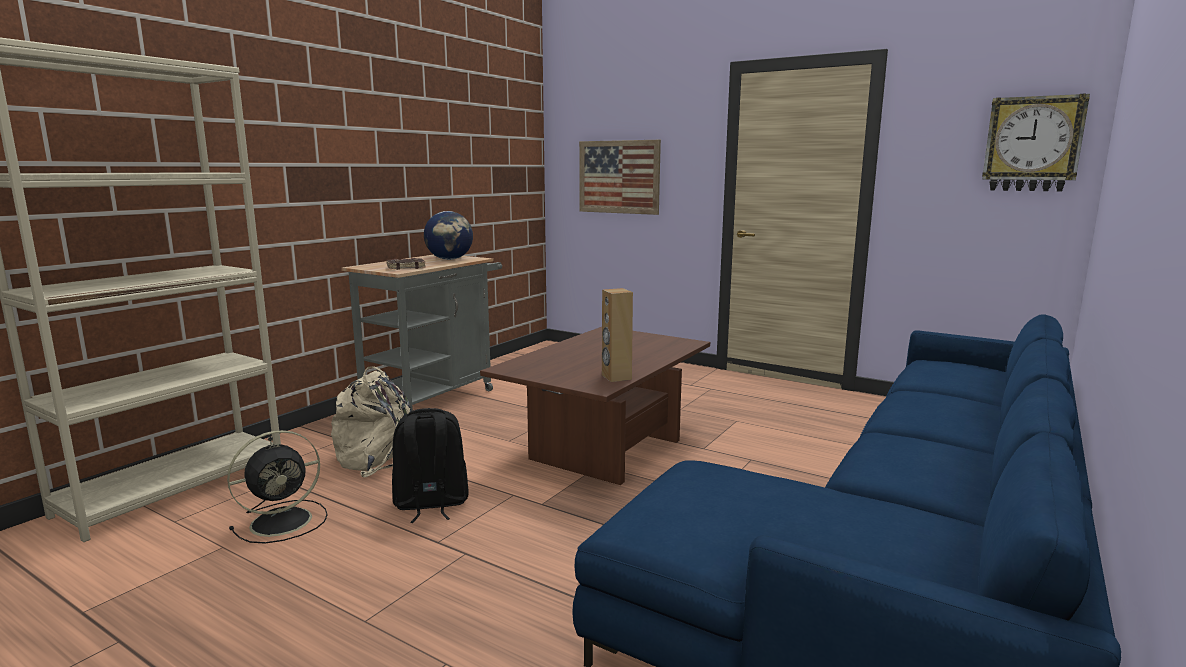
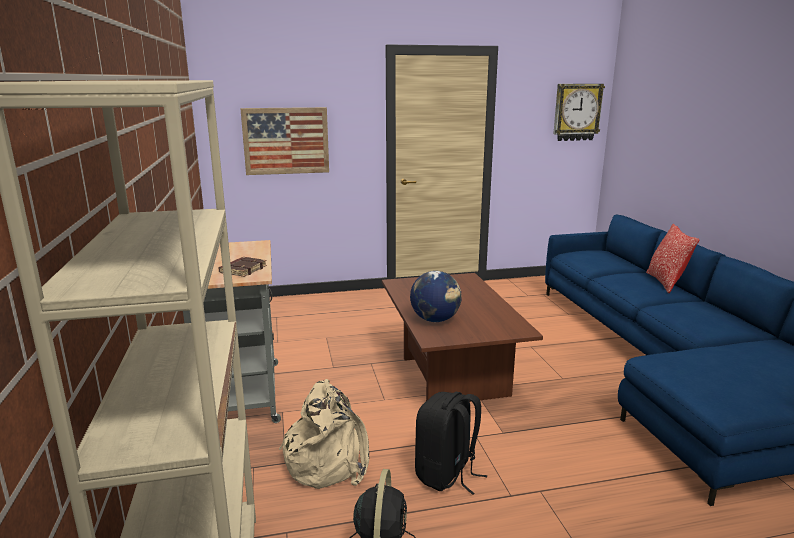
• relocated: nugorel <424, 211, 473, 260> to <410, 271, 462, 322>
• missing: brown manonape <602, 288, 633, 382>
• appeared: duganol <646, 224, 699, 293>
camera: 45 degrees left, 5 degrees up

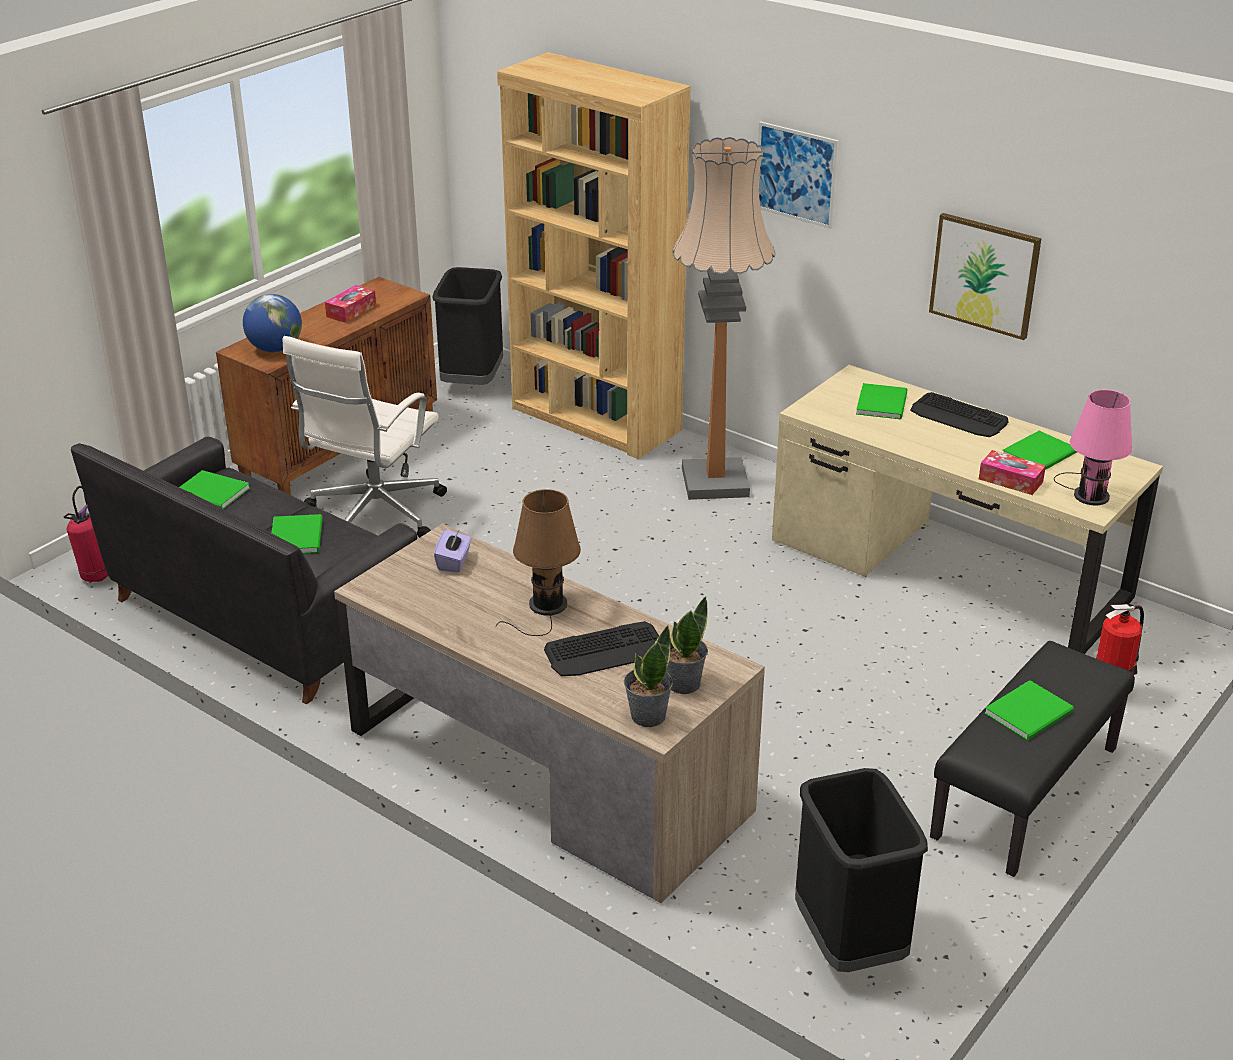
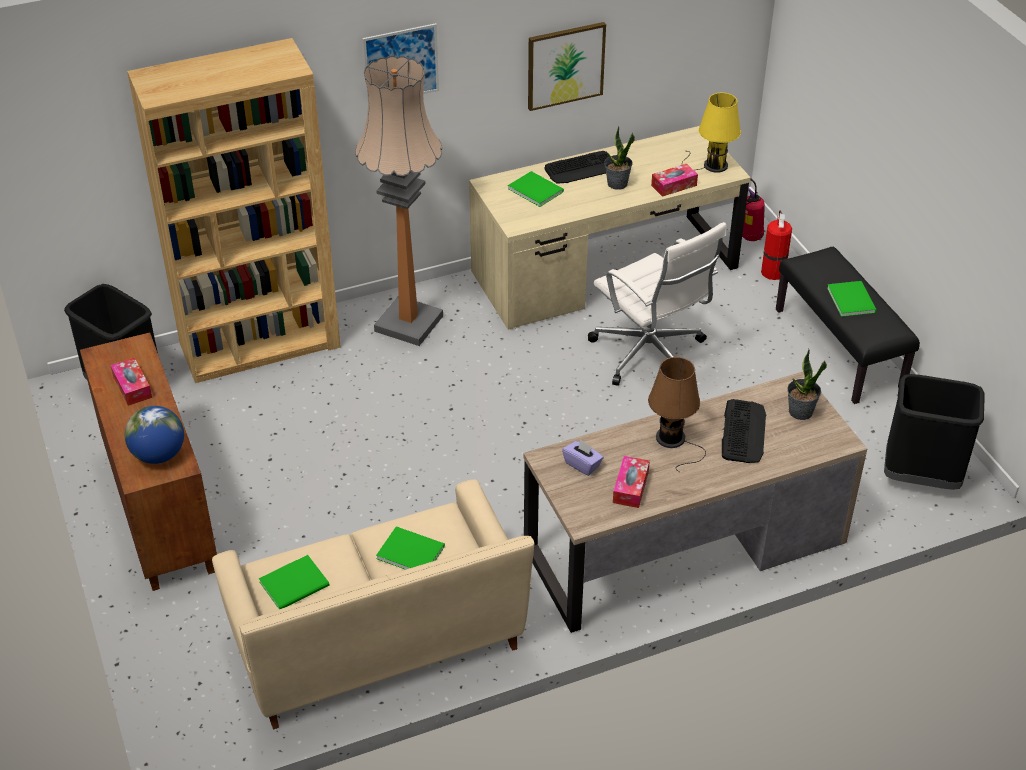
• relocated: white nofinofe <282, 336, 447, 538> to <588, 222, 726, 386>
• colour: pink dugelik <1054, 390, 1133, 505> to yellow dugelik <682, 93, 741, 173>
• missing: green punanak <1003, 431, 1077, 470>
• colour: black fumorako <71, 437, 417, 704> to beige fumorako <212, 479, 534, 729>
• relocated: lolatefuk <64, 486, 108, 582> to <742, 179, 765, 241>
• relocated: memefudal <624, 626, 673, 727> to <604, 126, 635, 190>
• appeared: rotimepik <613, 456, 650, 508>
camera: 60 degrees left, 10 degrees up

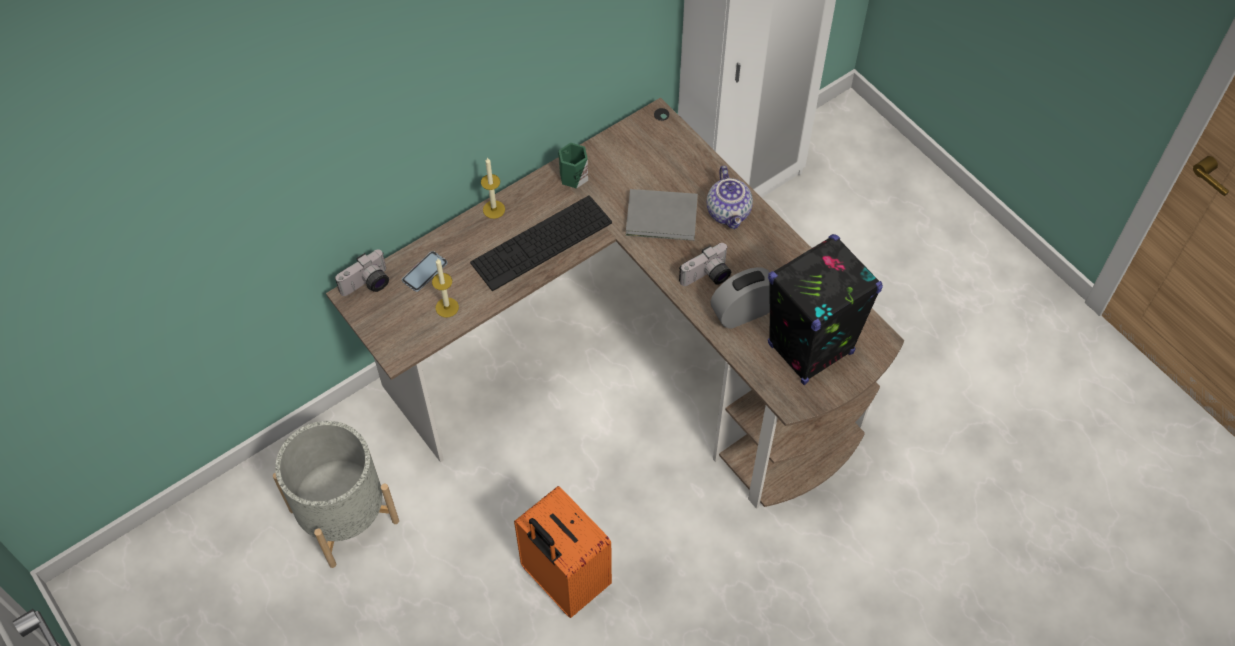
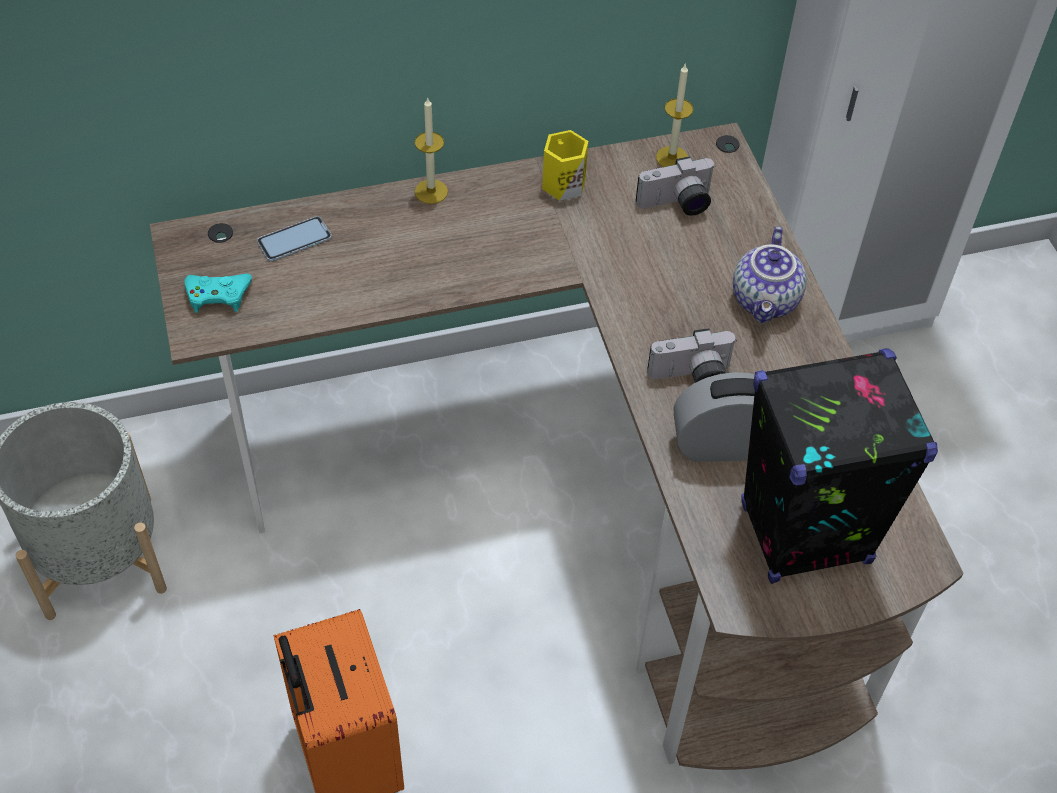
• colour: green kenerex <558, 143, 588, 188> to yellow kenerex <542, 130, 588, 201>
• missing: grey punanak <626, 189, 698, 241>
• missing: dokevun <470, 195, 612, 291>
• relocated: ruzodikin <335, 249, 389, 296> to <636, 156, 716, 216>
• relocated: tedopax <432, 259, 459, 317> to <656, 63, 693, 167>
• appeared: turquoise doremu <185, 274, 252, 313>
camera: 20 degrees right, 5 degrees down

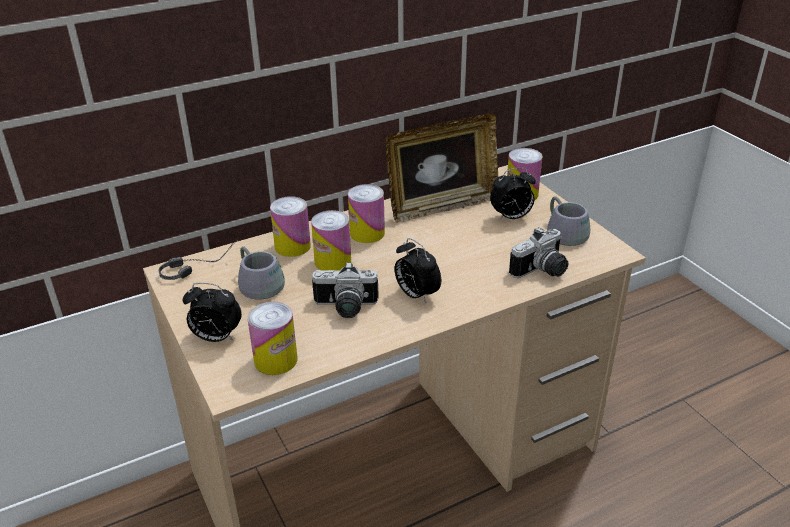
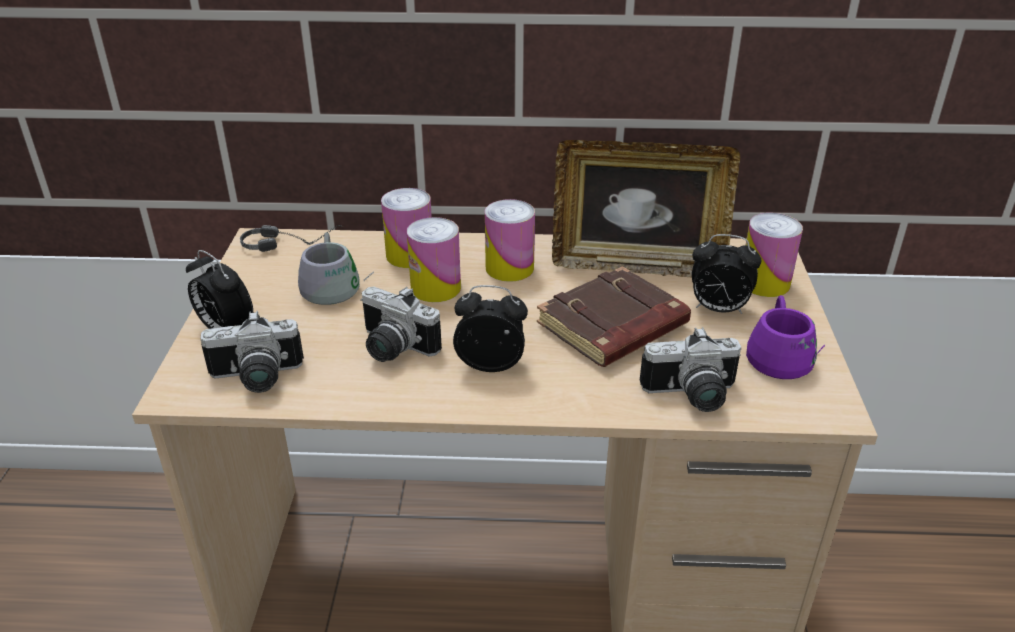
• colour: grey kenerex <547, 196, 590, 246> to purple kenerex <746, 295, 825, 379>
• spun: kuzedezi <395, 238, 441, 303> = <453, 285, 528, 372> 105 degrees clockwise
• exchanged: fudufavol <247, 302, 297, 375> to ruzodikin <200, 311, 304, 393>
• appeared: brown punanak <537, 266, 691, 367>
camera: 30 degrees right, 0 degrees up

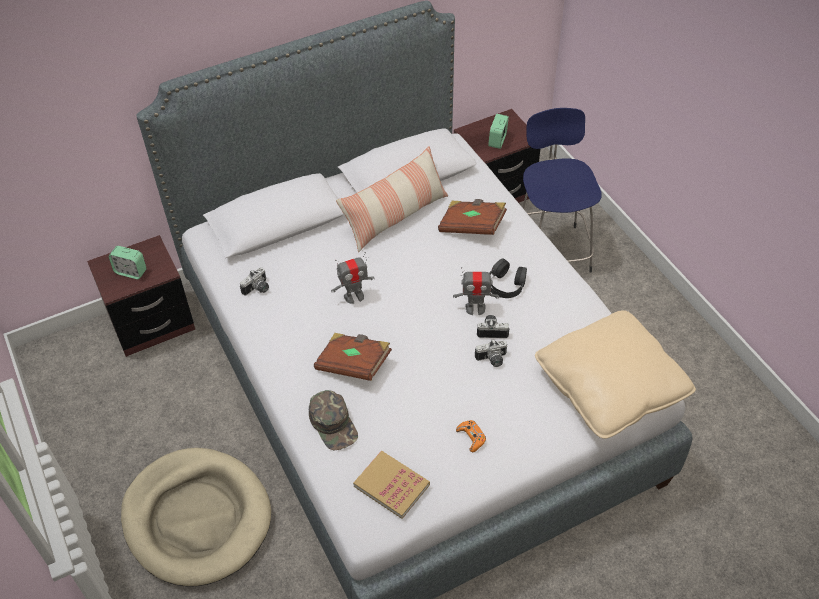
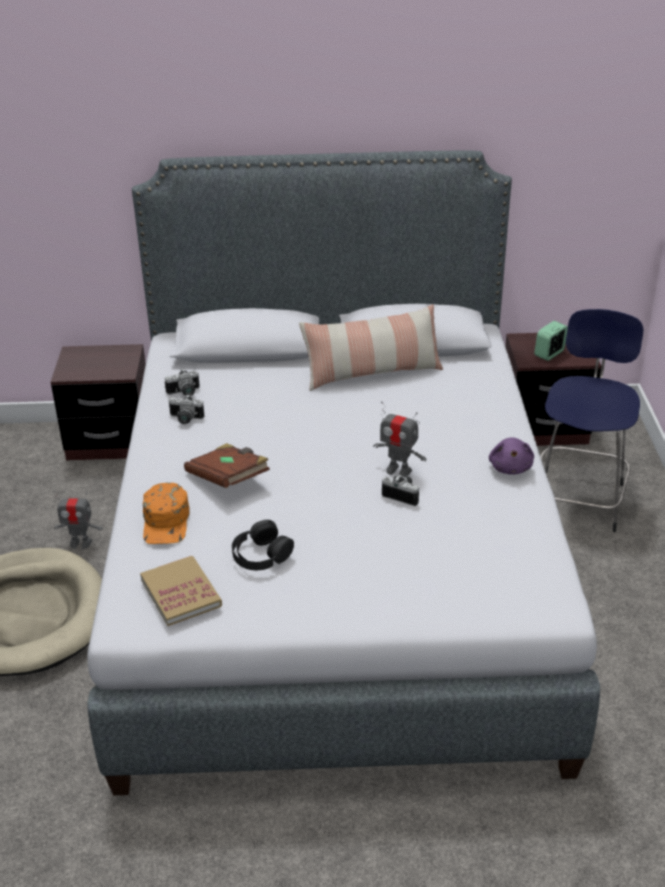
• missing: brown punanak <438, 199, 507, 235>
• missing: kuzedezi <109, 246, 147, 279>
• relocated: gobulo <331, 252, 375, 304> to <53, 491, 103, 549>
• relocated: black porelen <489, 258, 527, 298> to <232, 520, 294, 570>
• missing: beige duganol <535, 310, 696, 439>
• relocated: ruzodikin <475, 340, 507, 367> to <169, 394, 204, 424>
• colour: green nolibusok <309, 390, 358, 451> to orange nolibusok <143, 483, 190, 544>
• missing: orange doremu <456, 420, 486, 452>
• appeared: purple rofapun <489, 437, 534, 475>
camera: 25 degrees right, 15 degrees down

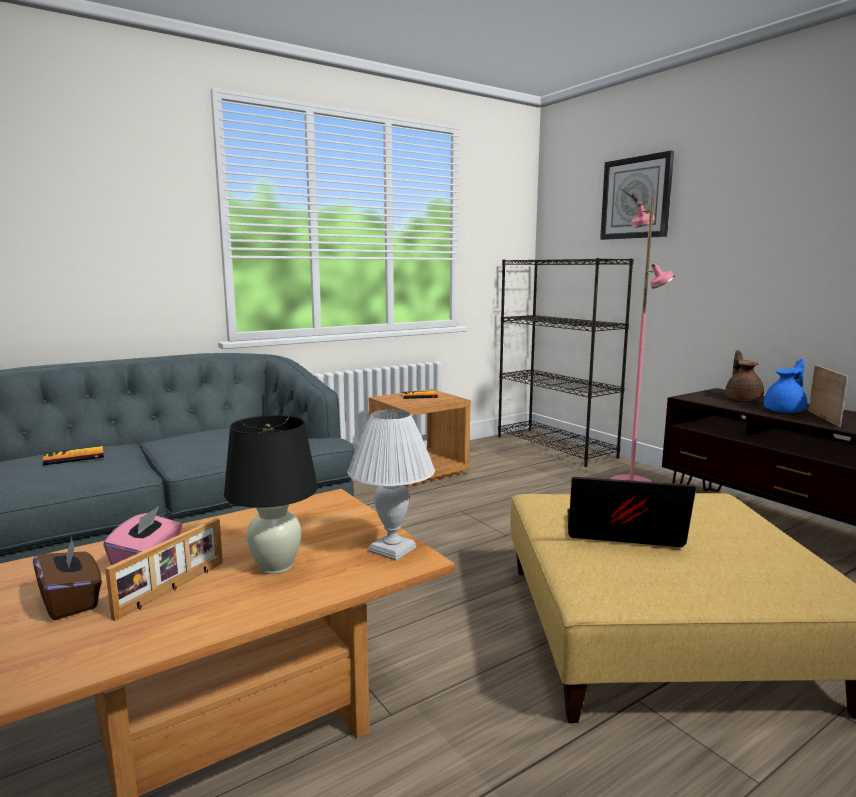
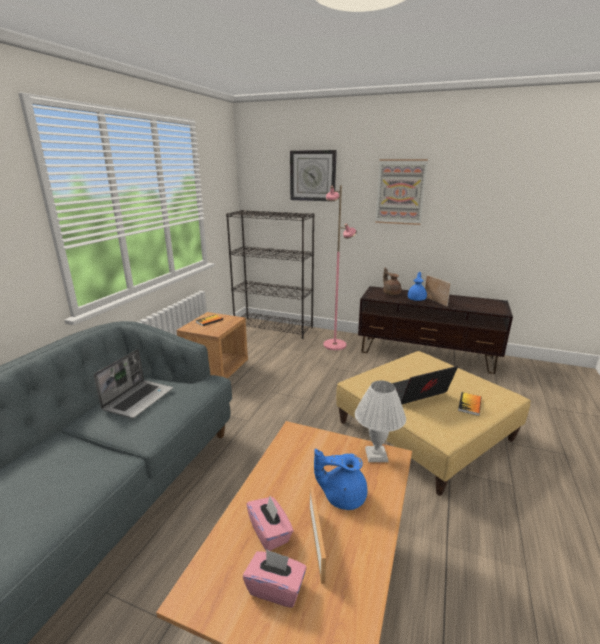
• exchanged: black dugelik <224, 415, 318, 574> to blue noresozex <314, 449, 367, 510>
• relocated: punanak <43, 445, 104, 465> to <458, 392, 481, 416>
• colour: brown rotimepik <33, 537, 102, 620> to pink rotimepik <243, 549, 306, 608>
• appeared: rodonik <375, 159, 428, 225>
• appeared: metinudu <94, 349, 173, 418>
camera: 35 degrees left, 10 degrees up

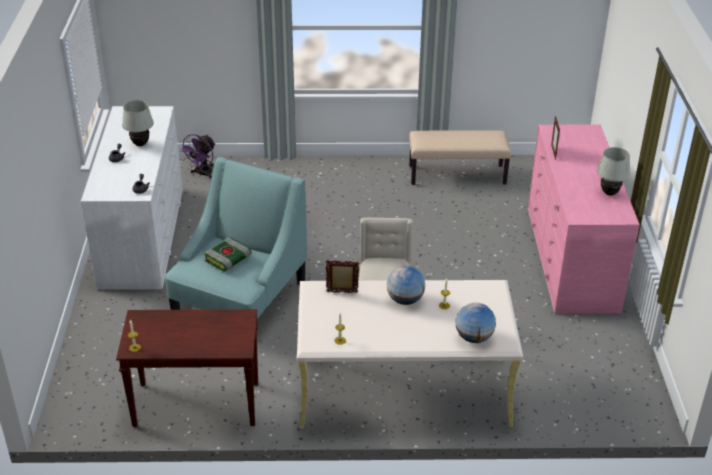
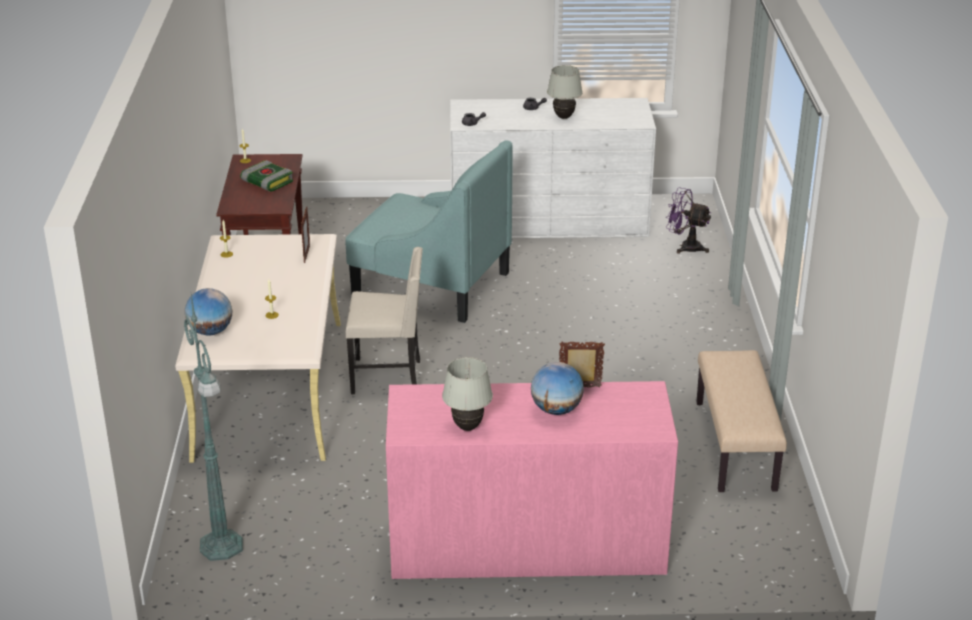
• relocated: punanak <204, 237, 252, 272> to <240, 160, 293, 192>
• relocated: nugorel <387, 266, 425, 305> to <531, 362, 584, 415>
• appeared: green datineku <184, 294, 243, 561>
camera: 90 degrees right, 5 degrees down

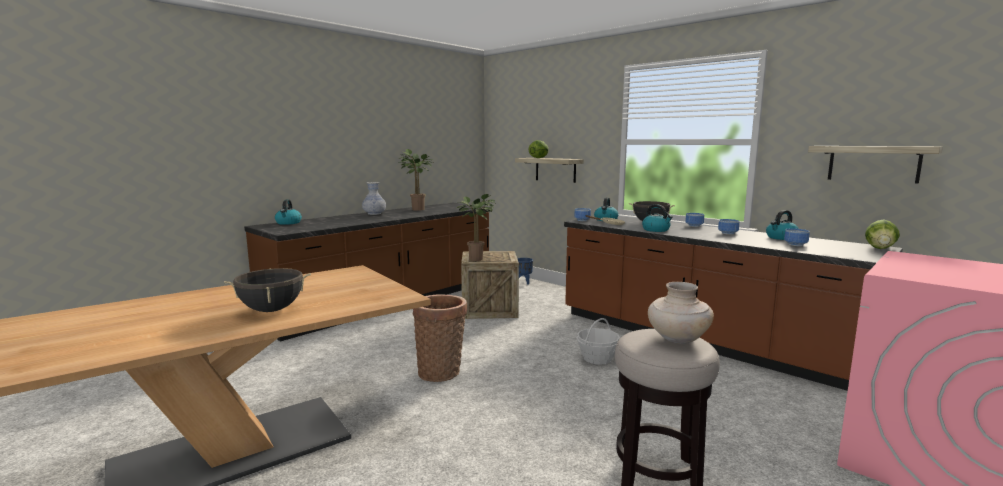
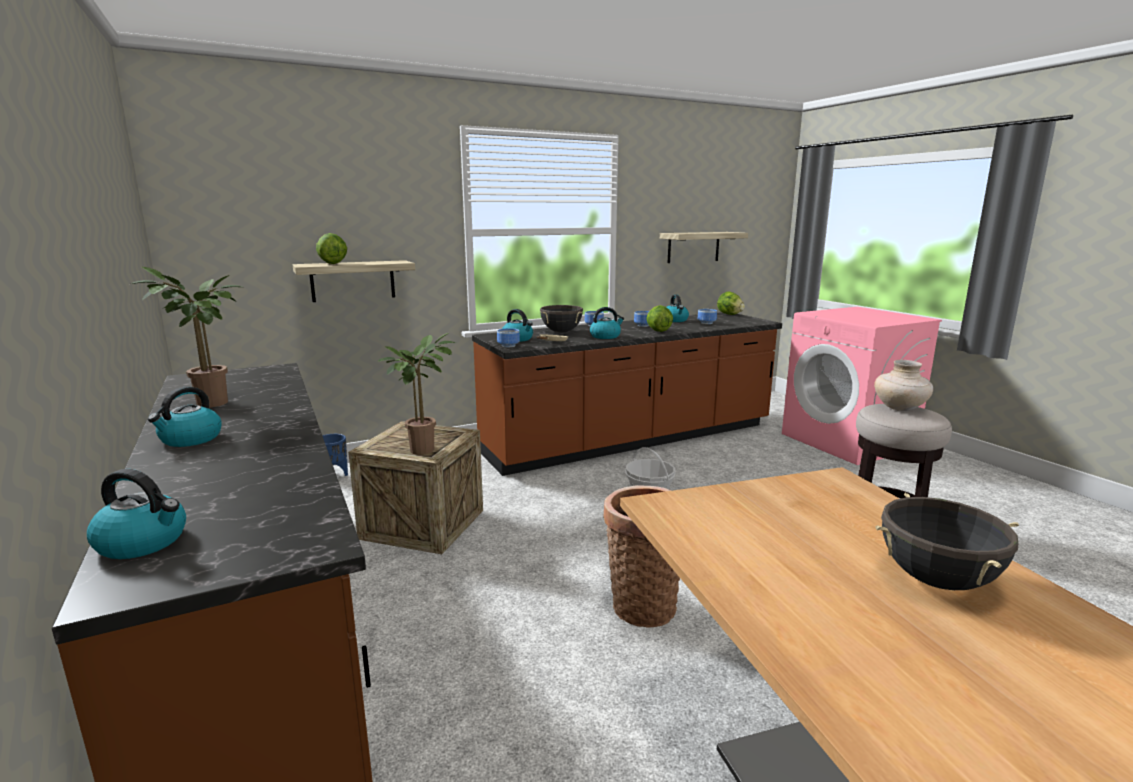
• exchanged: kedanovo <362, 182, 386, 215> to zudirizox <148, 386, 222, 447>
• appeared: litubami <646, 305, 673, 332>
camera: 70 degrees left, 5 degrees up

